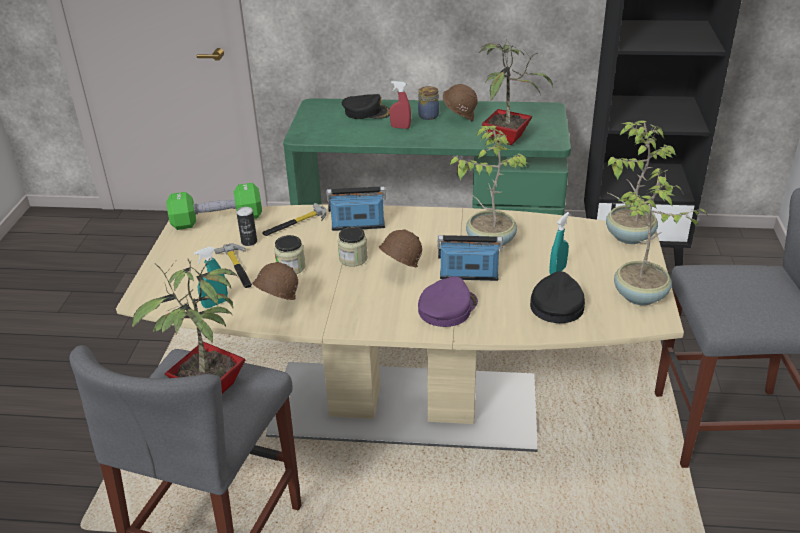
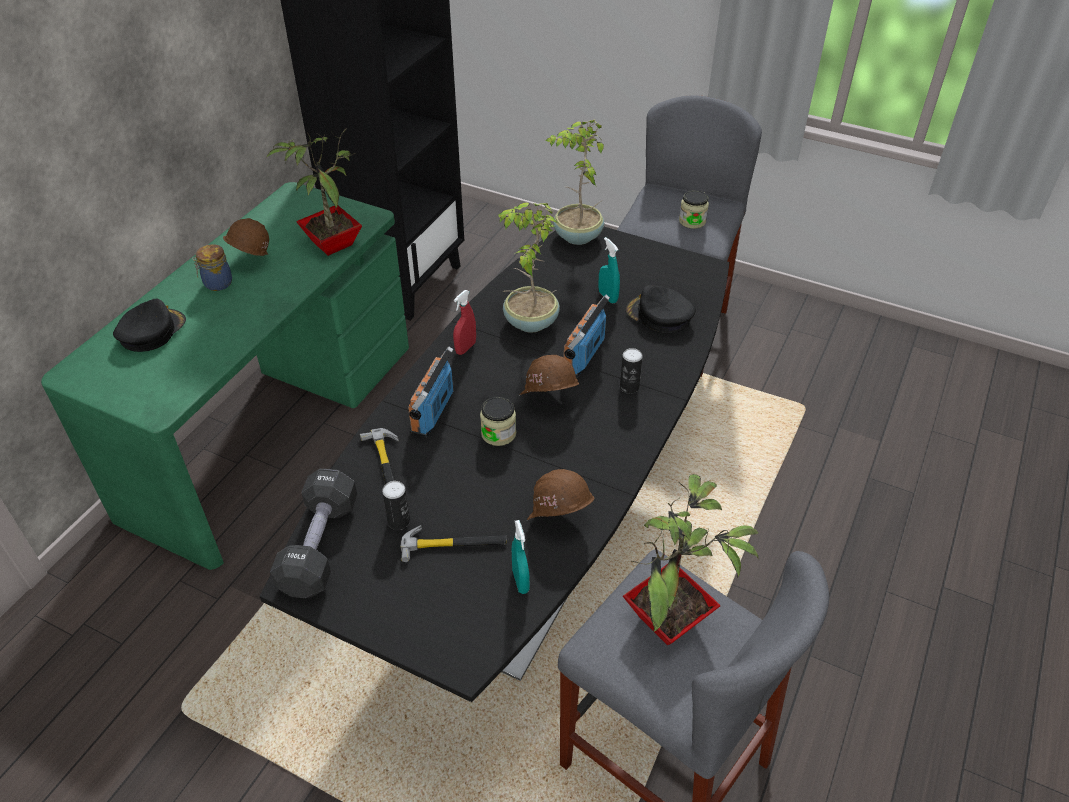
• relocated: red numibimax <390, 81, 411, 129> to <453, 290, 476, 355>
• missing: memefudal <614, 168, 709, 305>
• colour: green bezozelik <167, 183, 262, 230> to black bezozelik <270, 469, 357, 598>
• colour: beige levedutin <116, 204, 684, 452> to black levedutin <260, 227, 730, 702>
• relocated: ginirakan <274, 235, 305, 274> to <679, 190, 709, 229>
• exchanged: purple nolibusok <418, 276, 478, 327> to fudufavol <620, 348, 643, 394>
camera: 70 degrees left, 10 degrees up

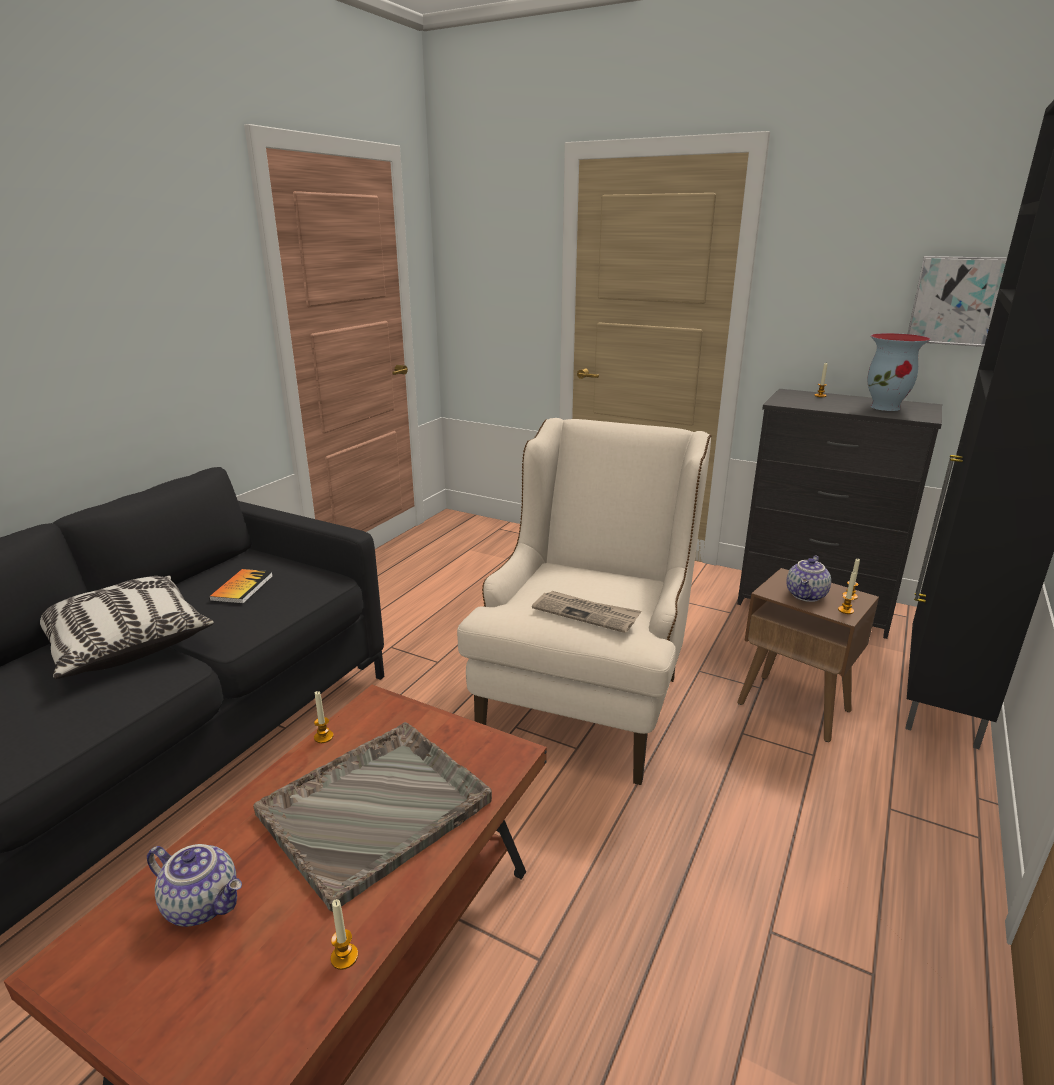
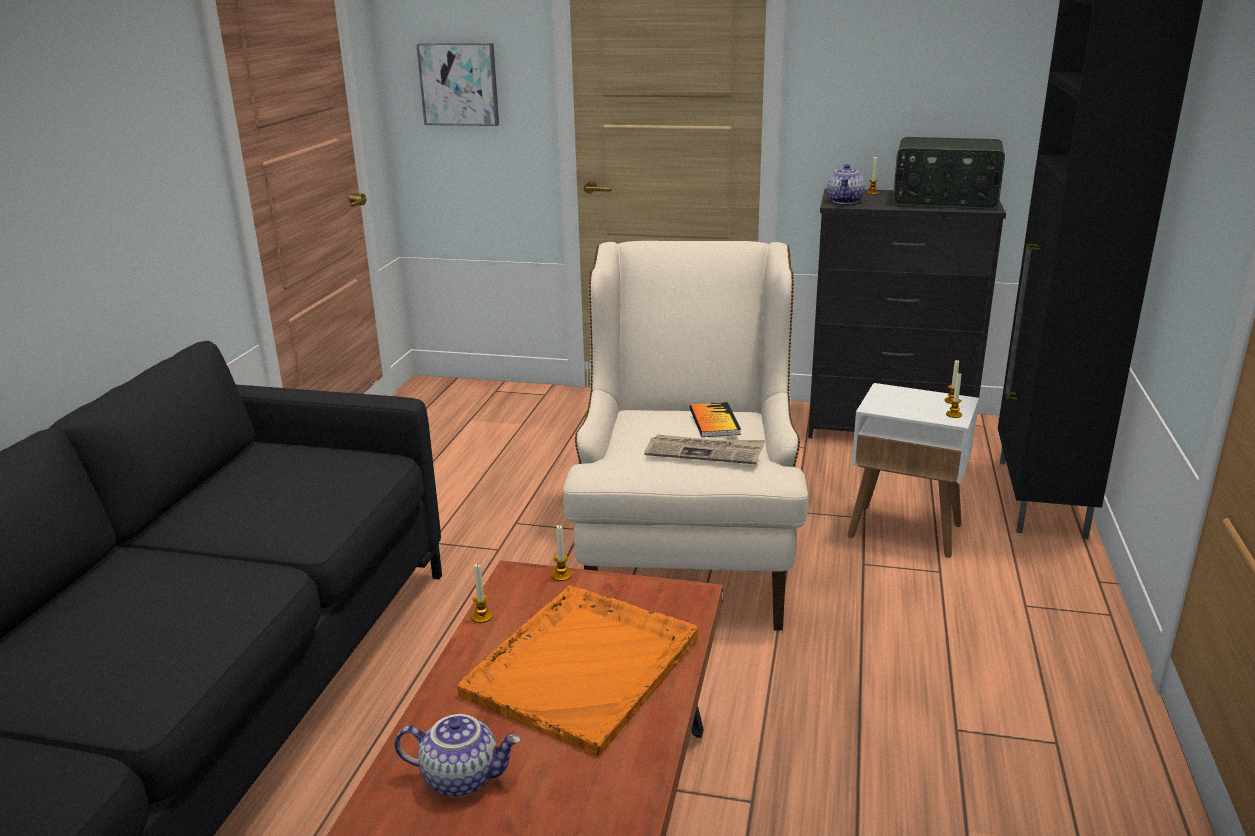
• relocated: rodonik <908, 256, 1007, 347> to <416, 43, 499, 126>
• exchanged: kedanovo <867, 333, 930, 411> to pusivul <893, 137, 1005, 209>
• relocated: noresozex <786, 555, 831, 602> to <827, 164, 865, 204>
• colour: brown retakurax <737, 568, 879, 742> to white retakurax <847, 383, 979, 558>
• relocated: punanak <209, 569, 273, 604> to <690, 402, 741, 437>
• missing: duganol <40, 575, 214, 679>
• colour: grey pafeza <253, 722, 492, 912> to orange pafeza <458, 585, 698, 756>
• relocated: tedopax <331, 899, 358, 970> to <552, 525, 572, 581>
camera: 15 degrees left, 0 degrees up

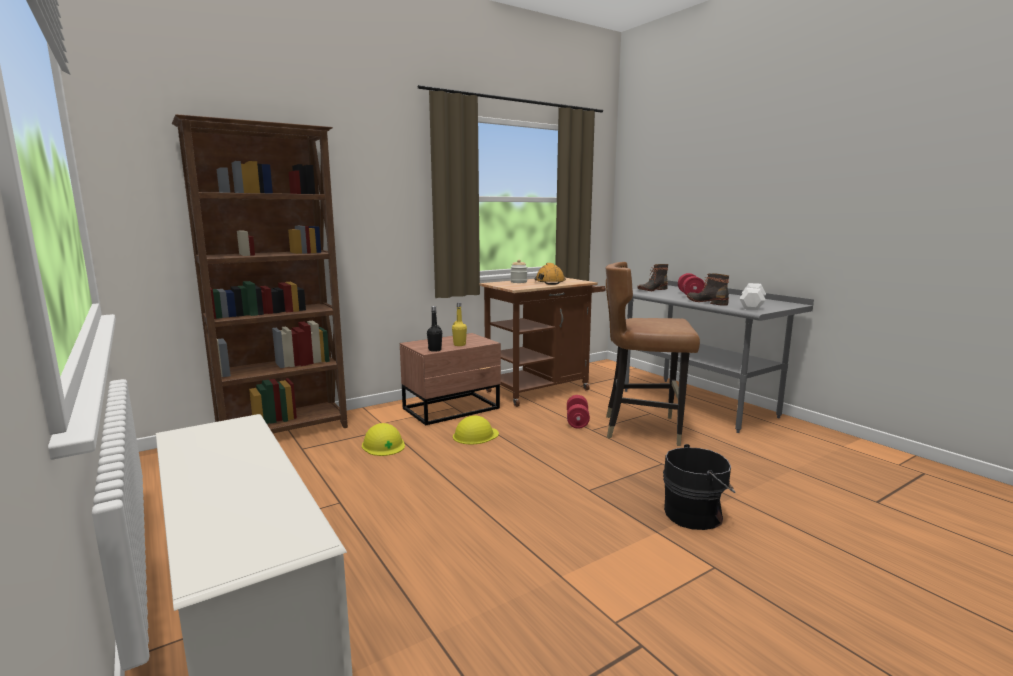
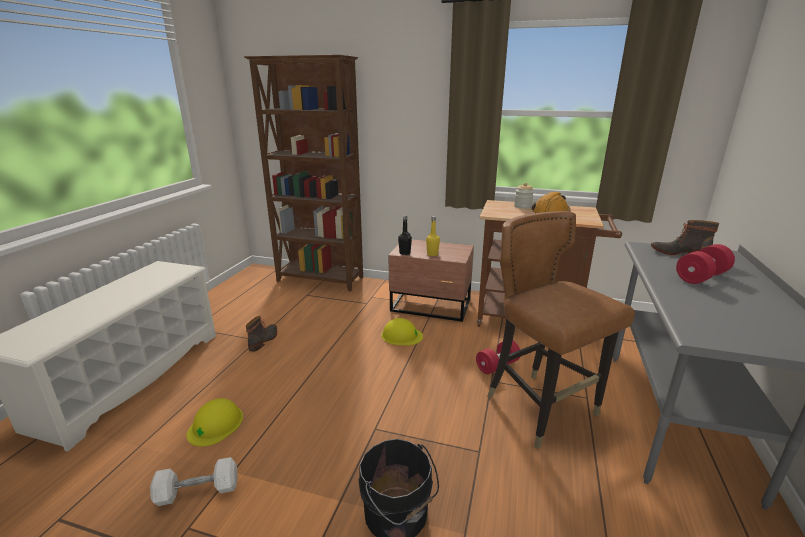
• relocated: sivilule <687, 273, 729, 306> to <246, 316, 277, 352>
• relocated: white bezozelik <740, 283, 766, 310> to <150, 457, 238, 506>
• relocated: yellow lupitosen <362, 423, 405, 456> to <186, 398, 243, 447>
camera: 50 degrees right, 10 degrees up

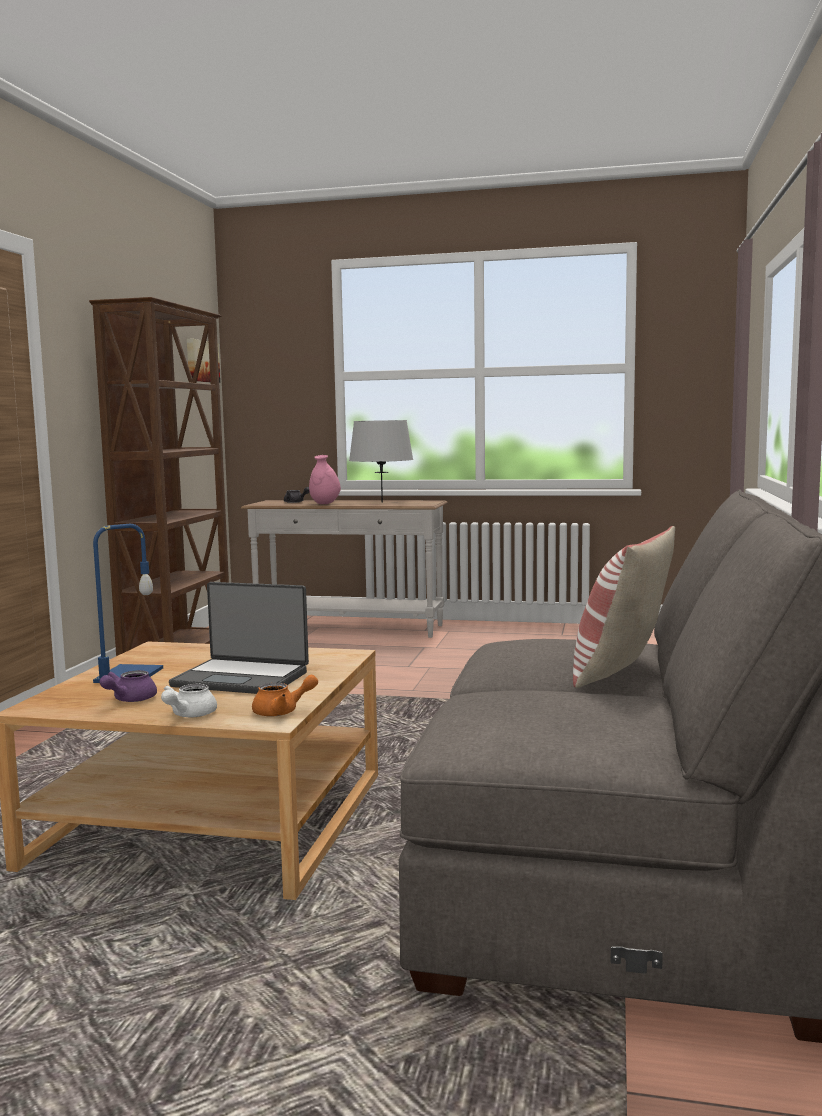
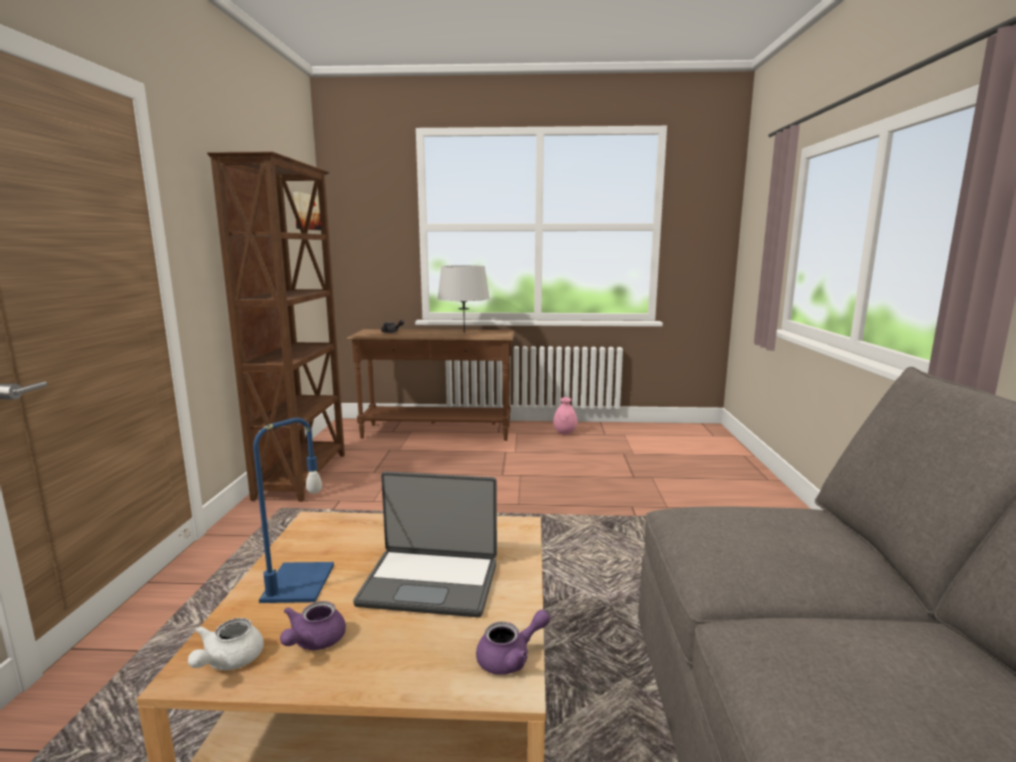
• relocated: pink kedanovo <309, 455, 341, 504> to <553, 397, 578, 435>
• colour: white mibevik <241, 500, 448, 638> to brown mibevik <346, 329, 514, 441>
• missing: duganol <573, 526, 675, 688>
• colour: orange noresozex <252, 675, 318, 717> to purple noresozex <476, 610, 550, 675>
• relocated: white noresozex <161, 684, 217, 717> to <188, 618, 264, 670>
camera: 10 degrees left, 5 degrees up

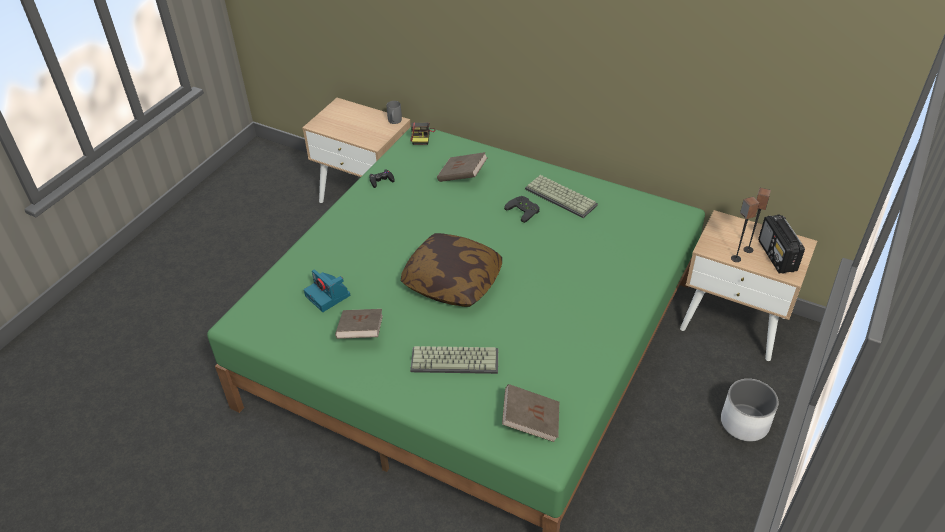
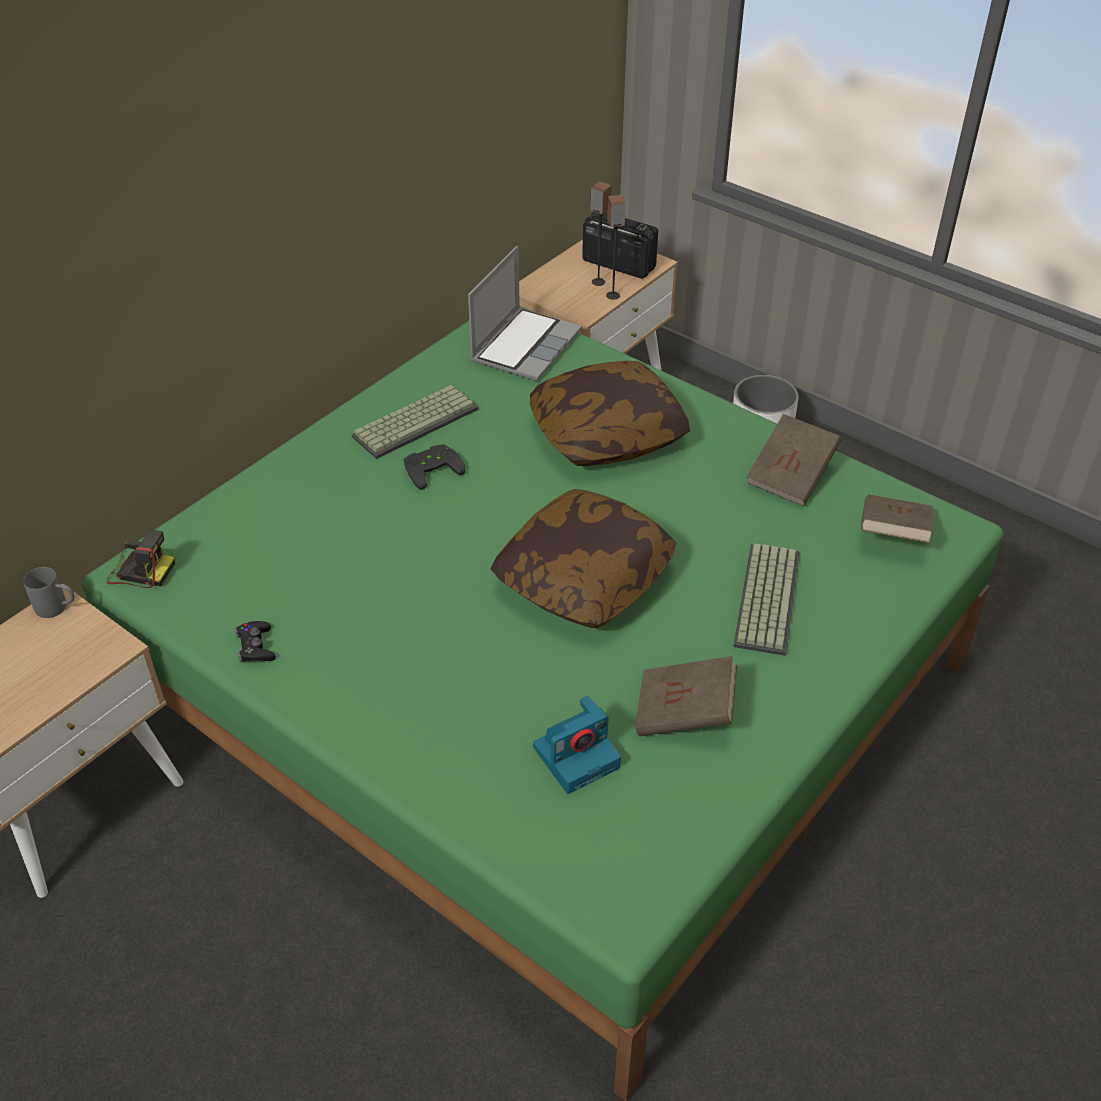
• relocated: brown punanak <437, 152, 488, 182> to <747, 414, 842, 506>
• spun: pusivul <758, 214, 805, 274> = <582, 212, 658, 279> 150 degrees counterclockwise
• appeared: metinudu <468, 246, 582, 381>
• appeared: duganol <530, 361, 690, 466>
camera: 80 degrees left, 0 degrees up

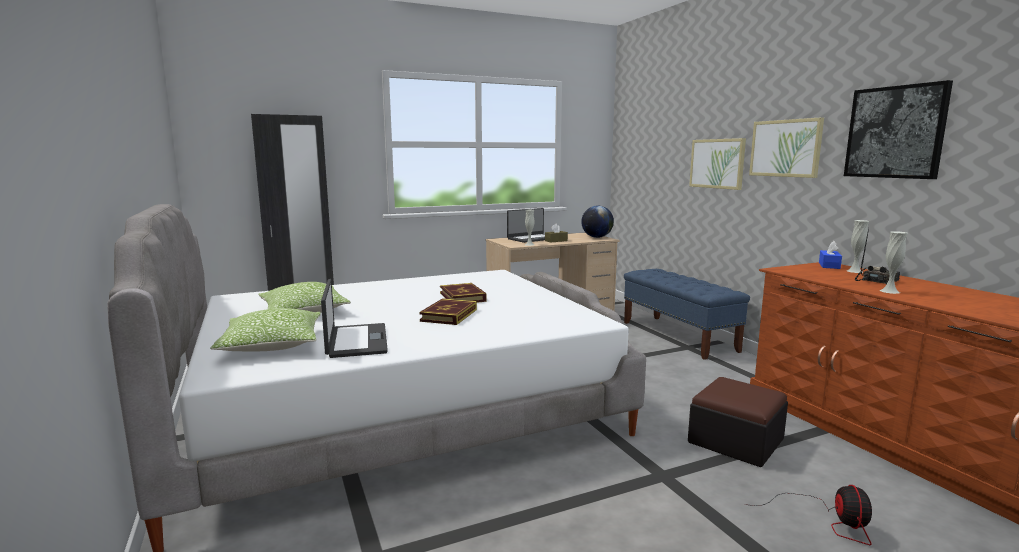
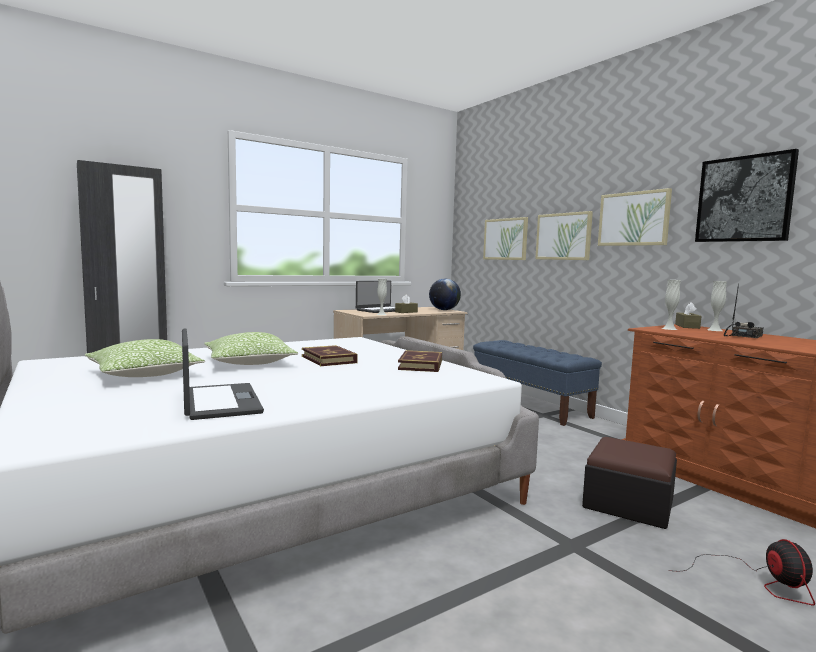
• relocated: white kedanovo <879, 231, 908, 294> to <662, 280, 681, 330>
• colour: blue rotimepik <819, 241, 842, 269> to brown rotimepik <675, 302, 701, 329>
• relocated: punanak <419, 298, 477, 325> to <398, 350, 442, 372>
• relocated: duganol <210, 308, 321, 352> to <204, 332, 298, 365>
• appeared: rodonik <483, 217, 528, 260>
camera: 10 degrees left, 5 degrees down

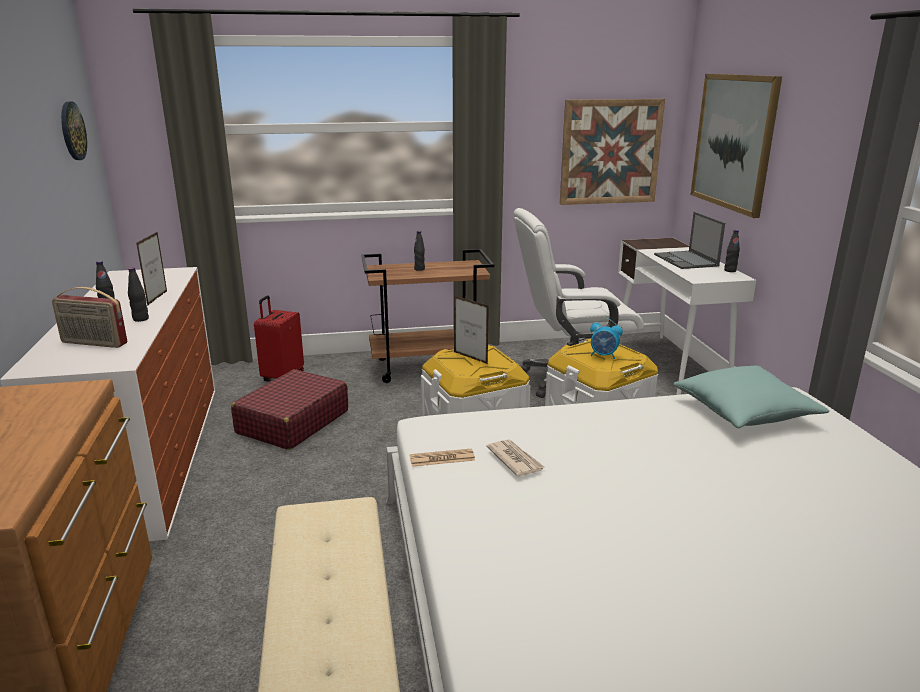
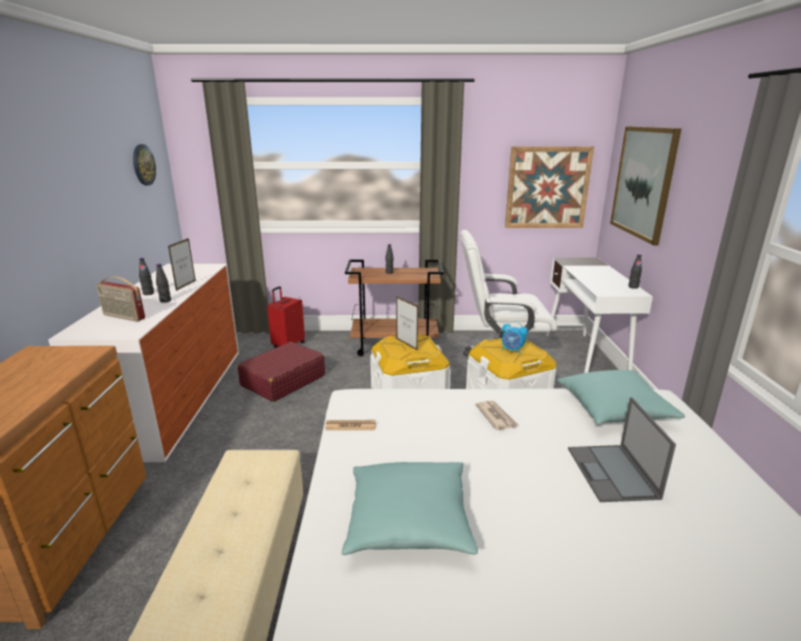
• relocated: metinudu <654, 212, 725, 269> to <568, 397, 676, 502>
• relocated: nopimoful <486, 439, 546, 477> to <475, 401, 518, 430>
• appeared: turquoise duganol <342, 462, 478, 555>
camera: 10 degrees right, 0 degrees up

